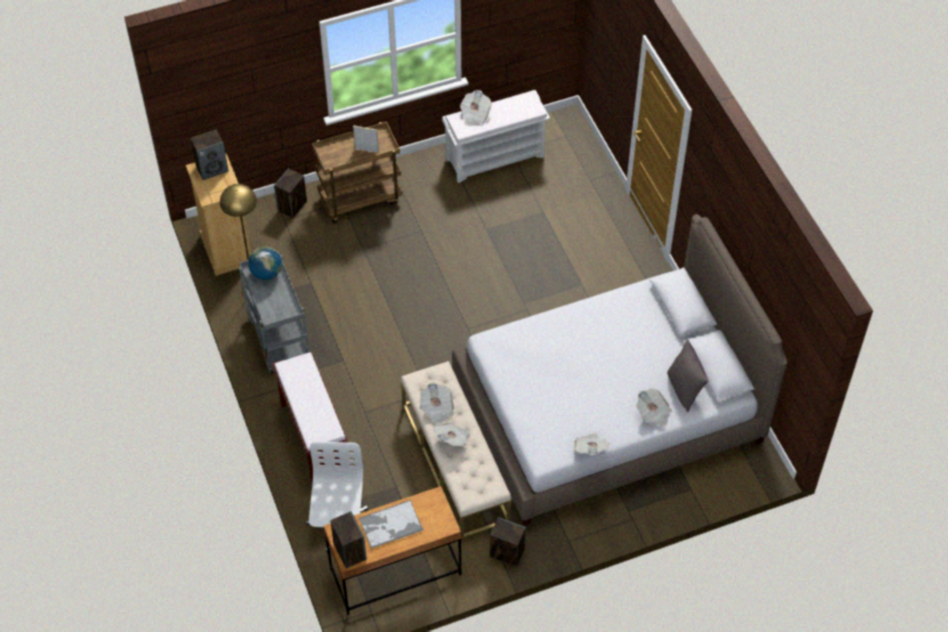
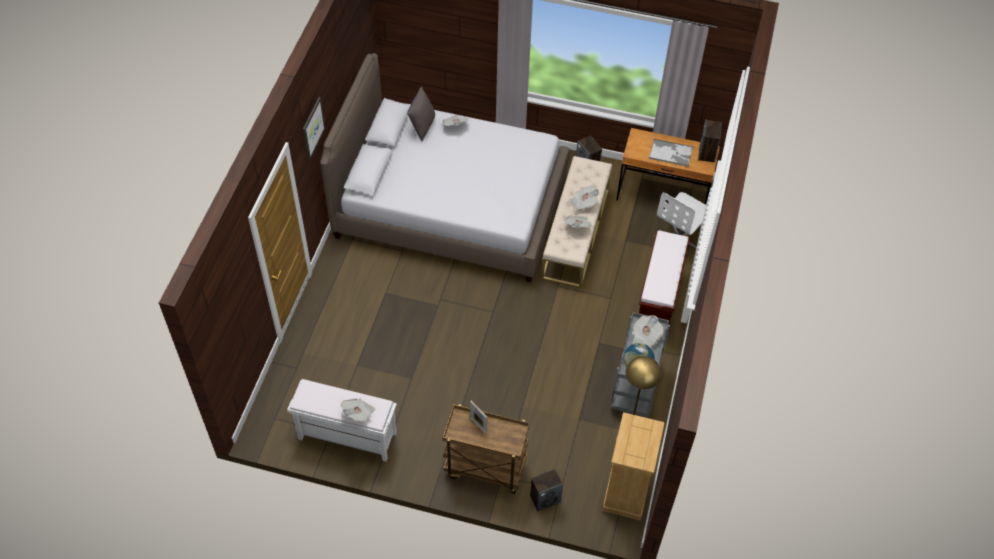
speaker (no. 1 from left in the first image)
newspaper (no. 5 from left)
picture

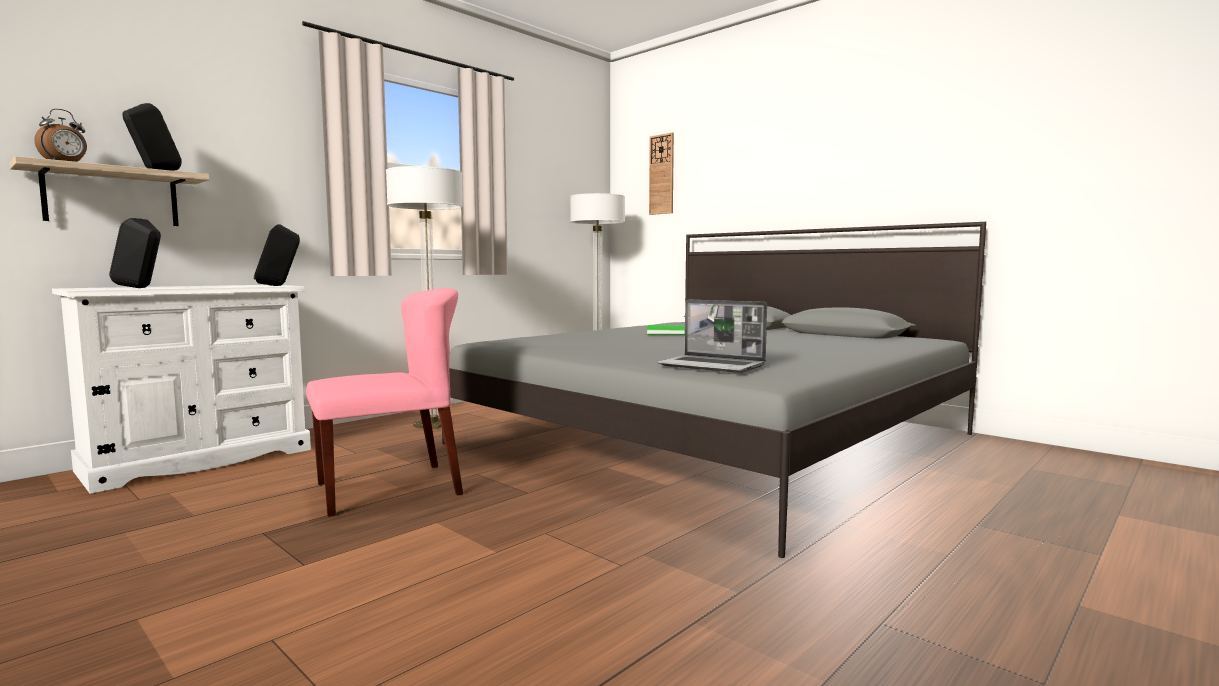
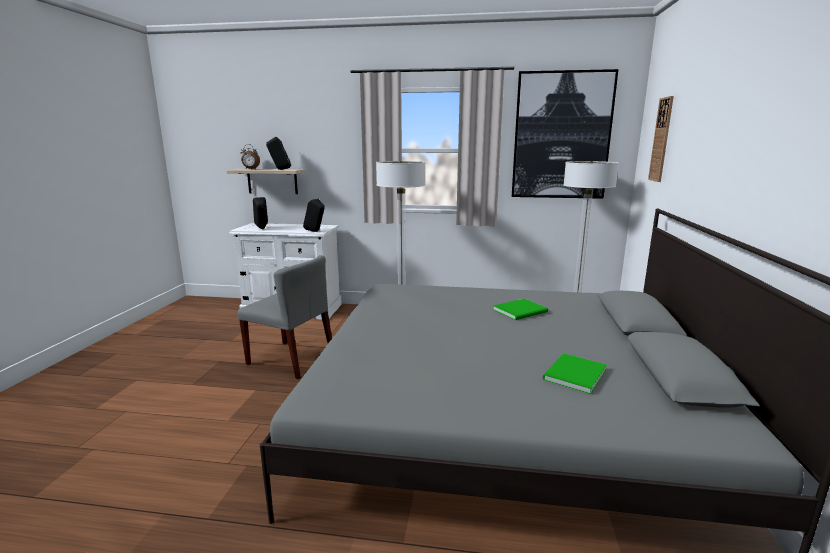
upright chair in gray
portable computer
picture
bound book in green-coloured (no. 2 from left)

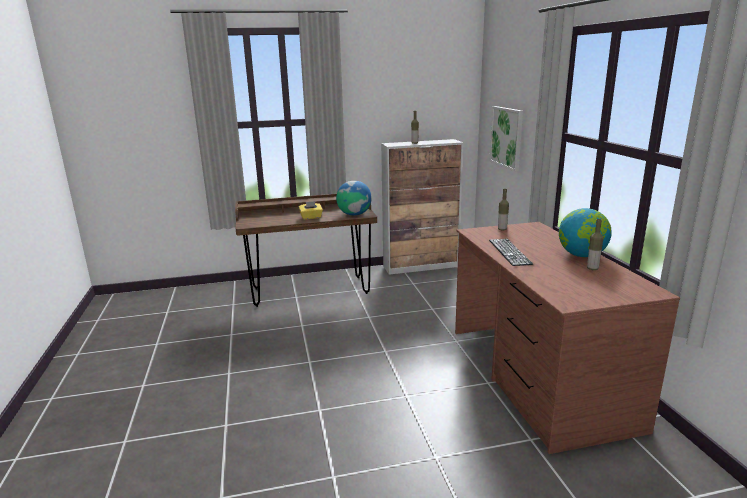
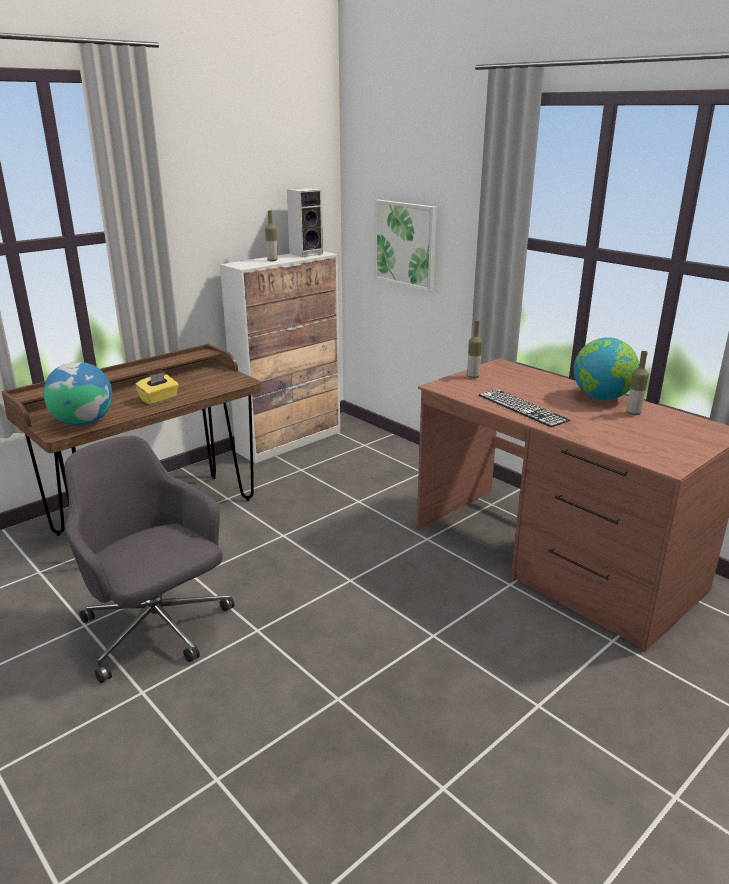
desk globe (no. 1 from left)
speaker
office chair in gray

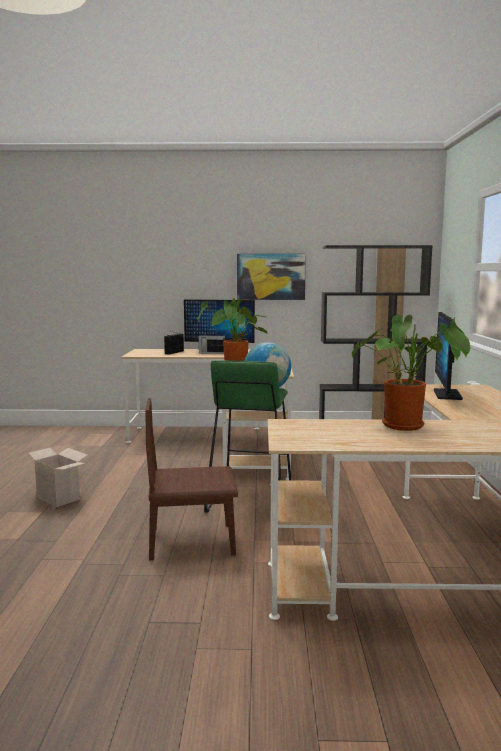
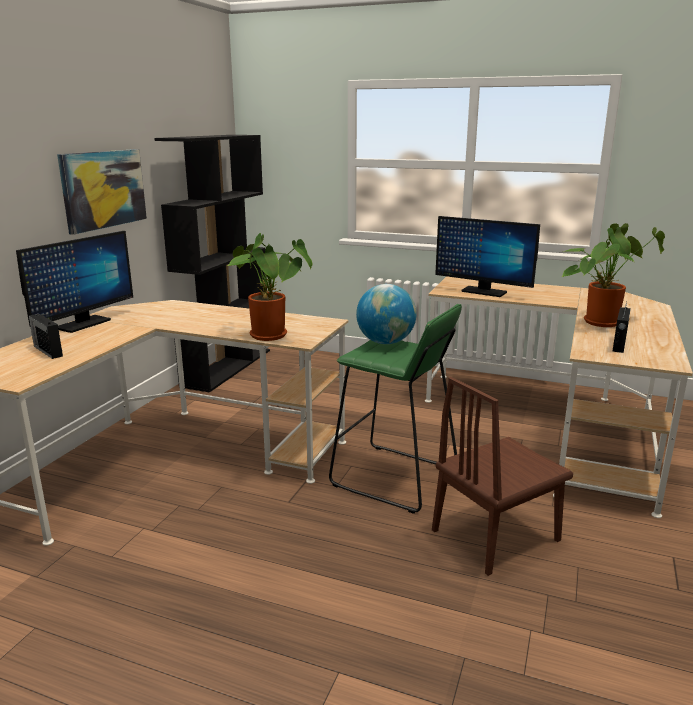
radio (no. 2 from left)
upright chair in brown
packing box

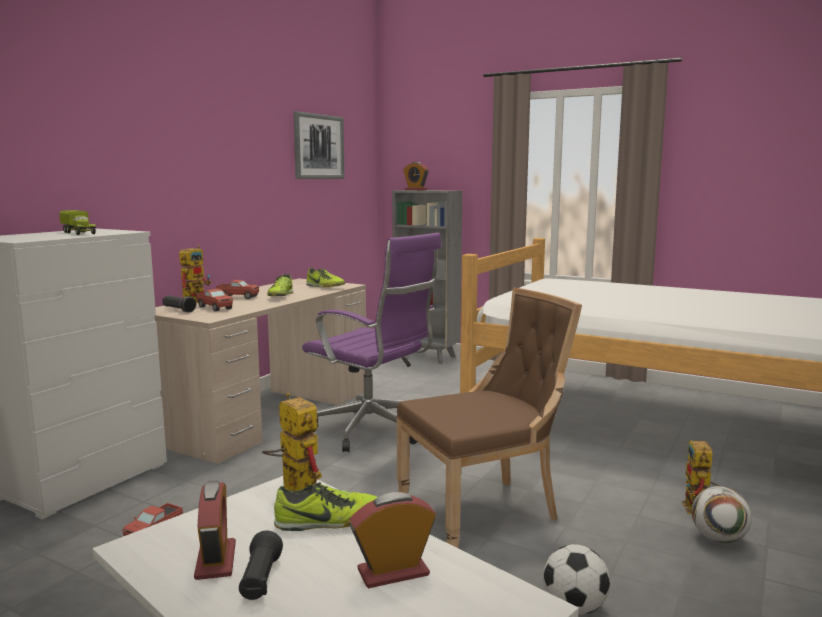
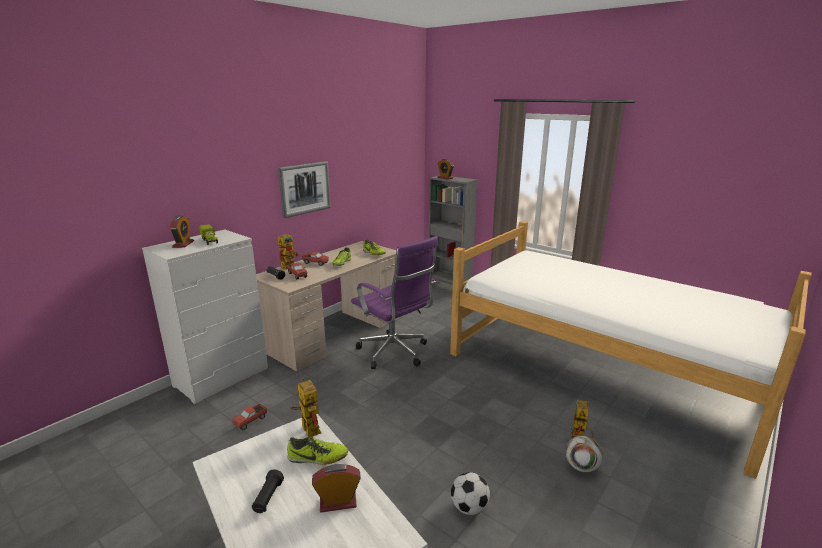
picture
upright chair in brown
table clock (no. 1 from left)

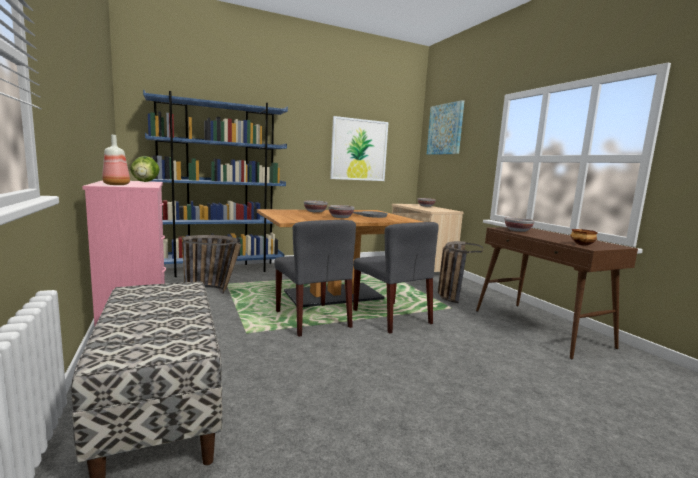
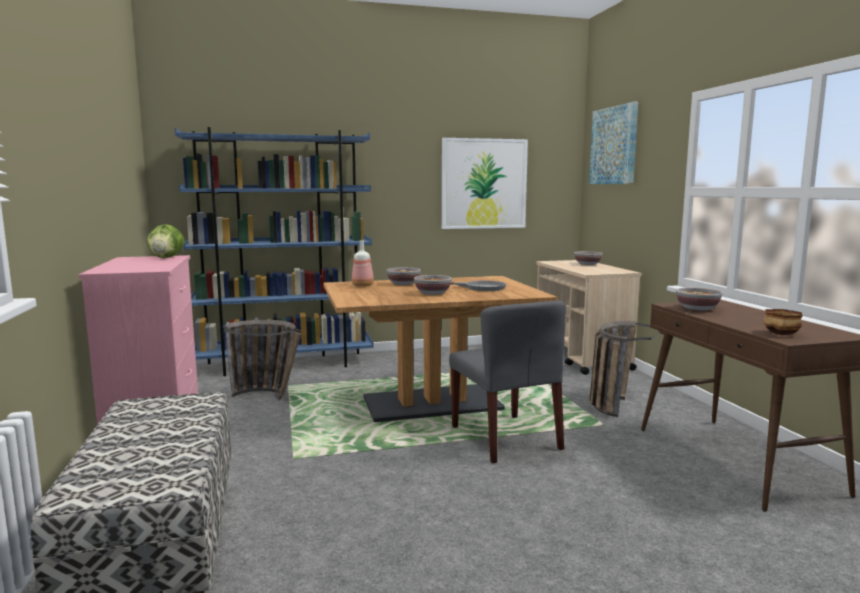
beverage bottle
upright chair in gray (no. 1 from left in the first image)

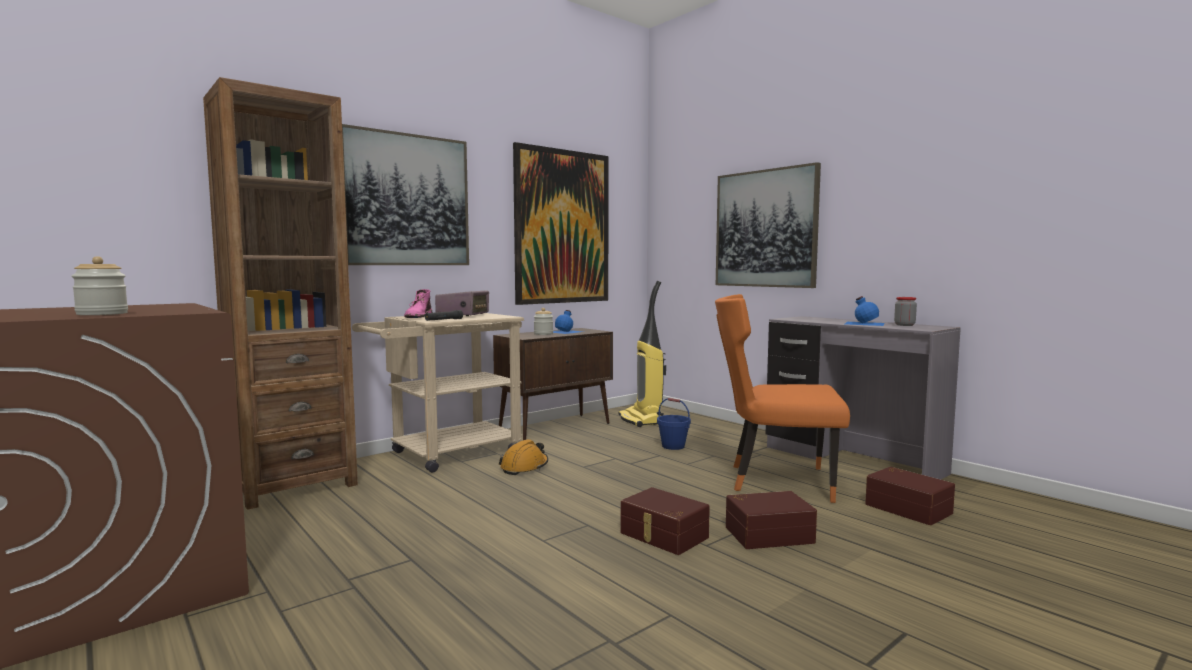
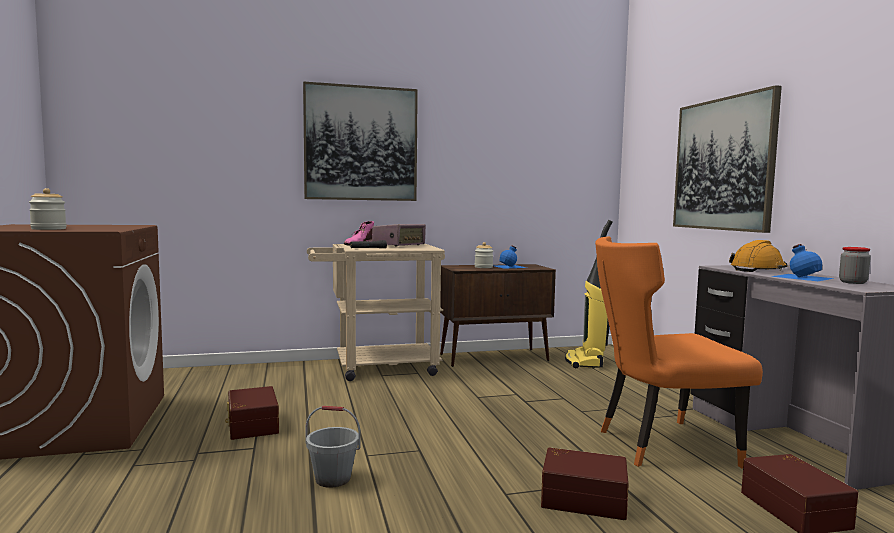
bookshelf in brown
picture (no. 2 from left in the first image)
upright chair in orange-coloured
bucket in blue
work helmet in orange-coloured
storage box in brown (no. 1 from left)
bucket in gray

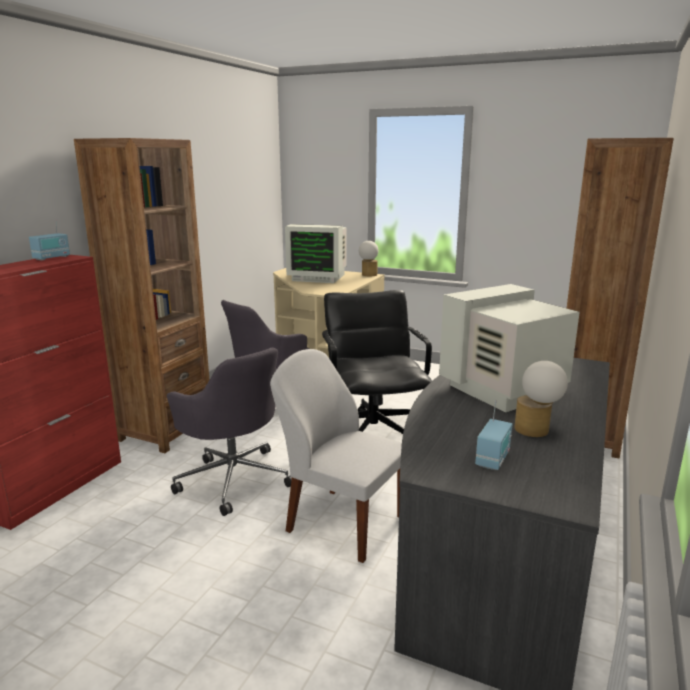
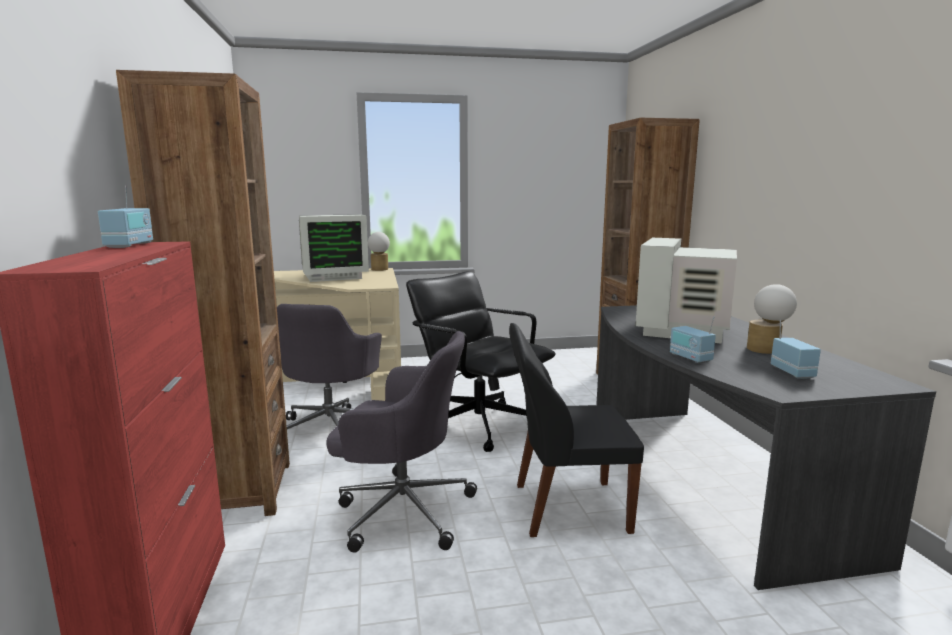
upright chair in black
radio (no. 2 from left)

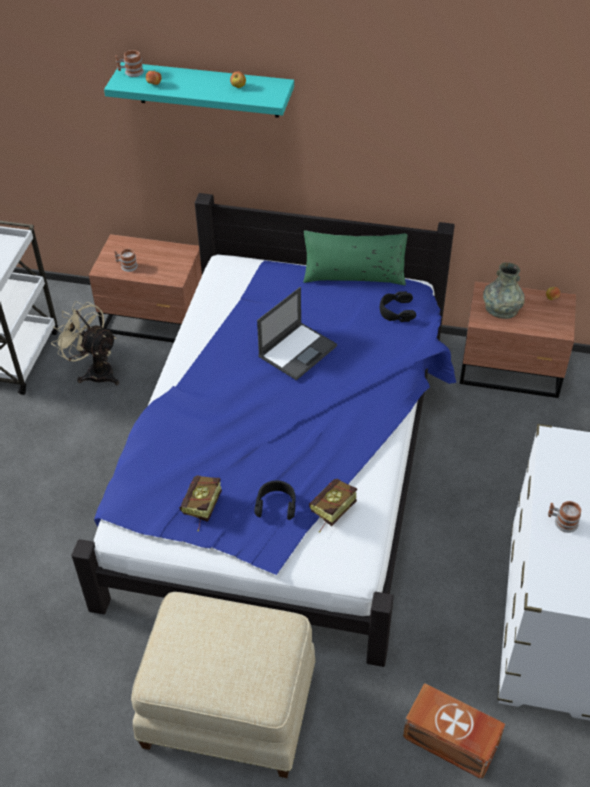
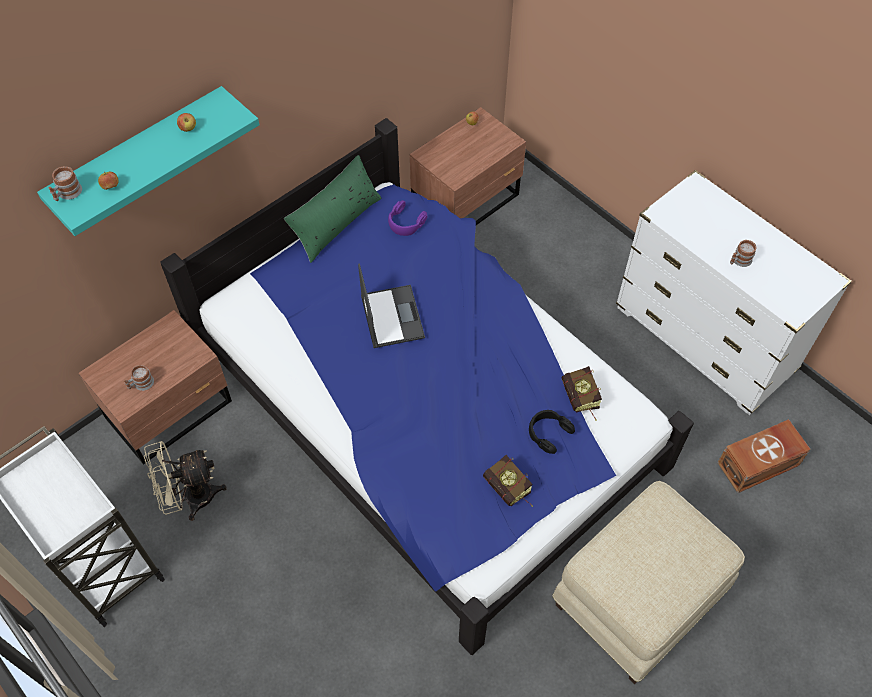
vase in gray
pair of headphones in purplish

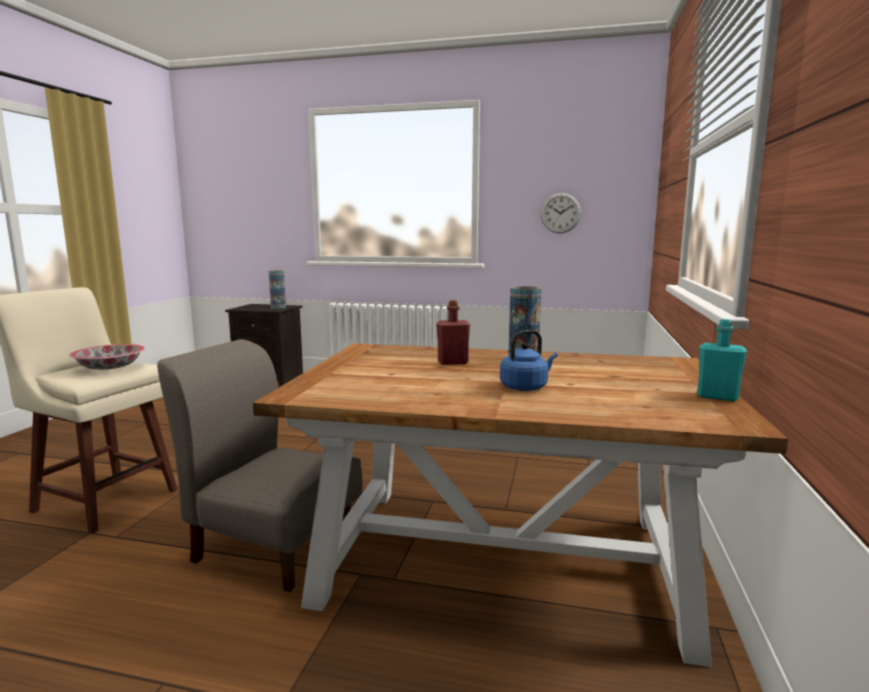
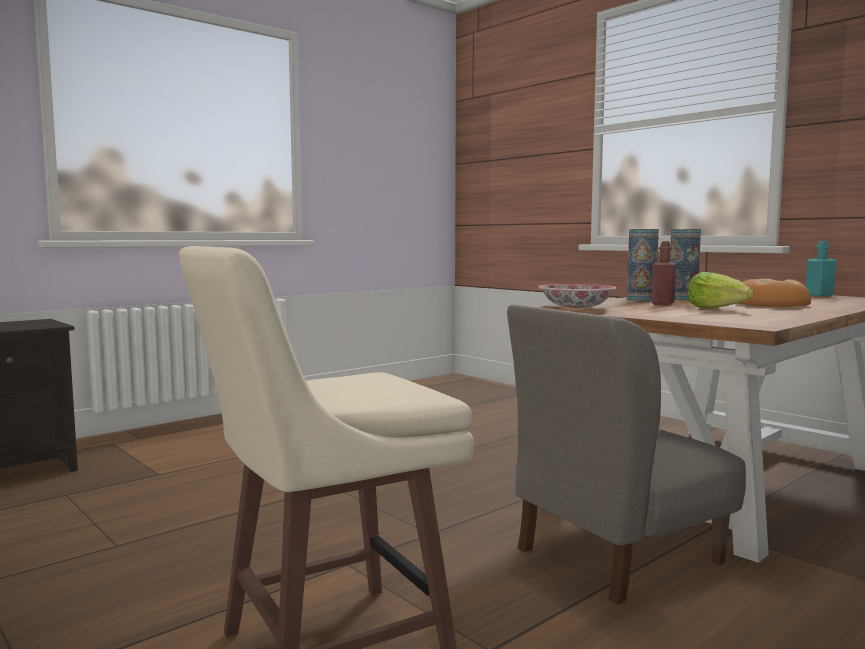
wall clock
vase (no. 1 from left)
baked bread
serving bowl
lettuce head

